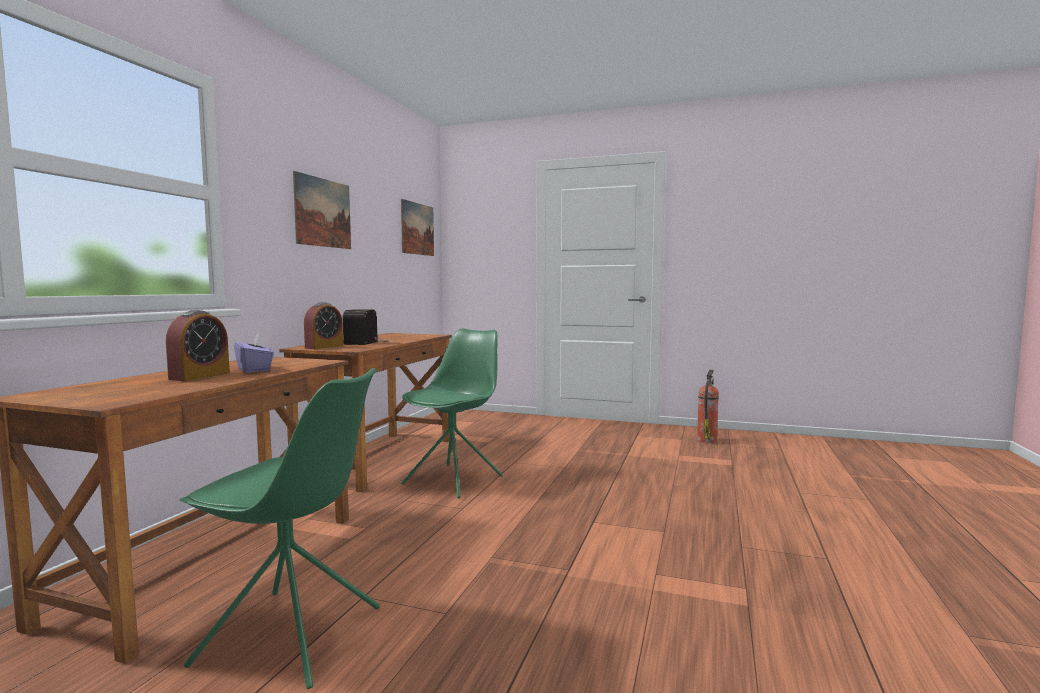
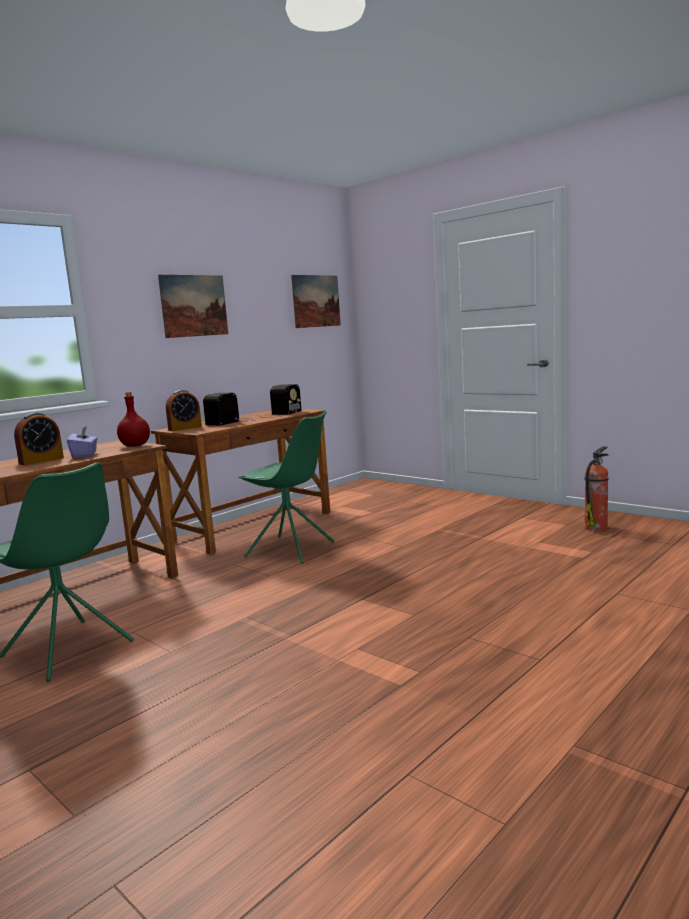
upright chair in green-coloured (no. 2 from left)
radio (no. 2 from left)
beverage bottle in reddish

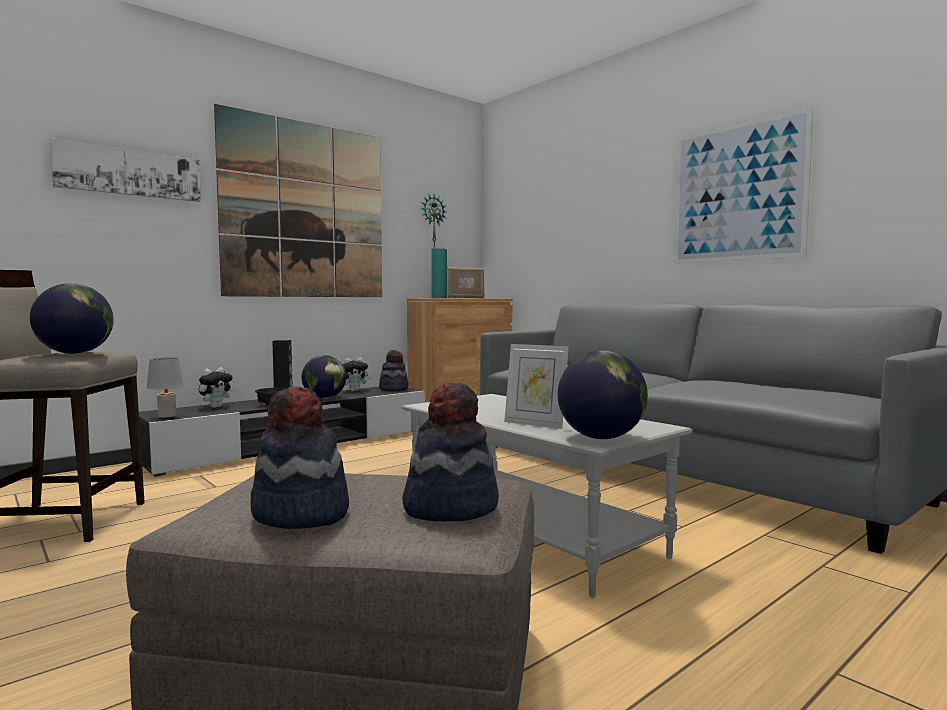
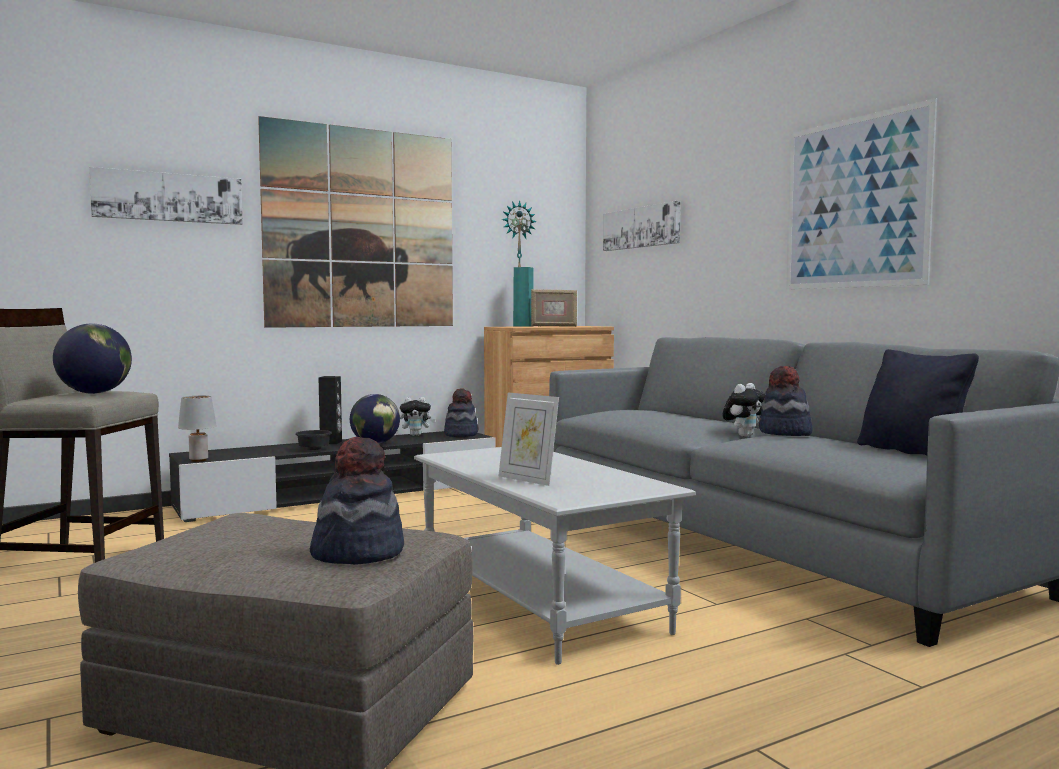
desk globe (no. 3 from left in the first image)
cuddly toy (no. 2 from left)
hat (no. 3 from left)
picture (no. 3 from left)
throw pillow in black

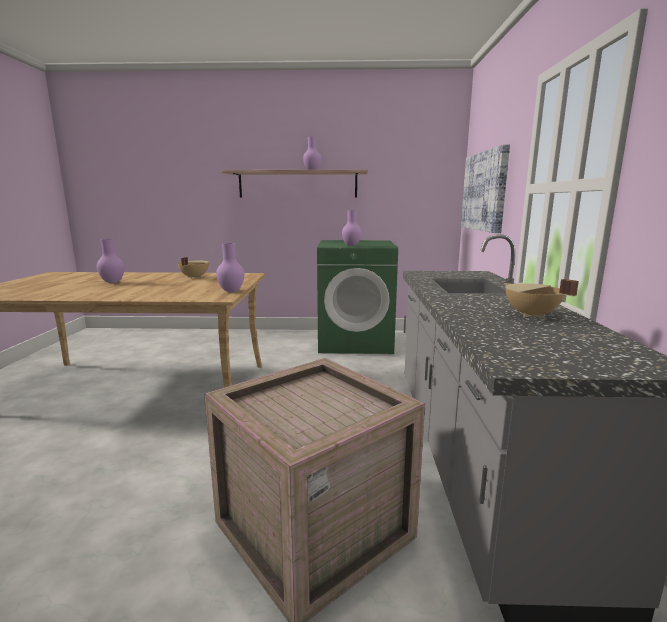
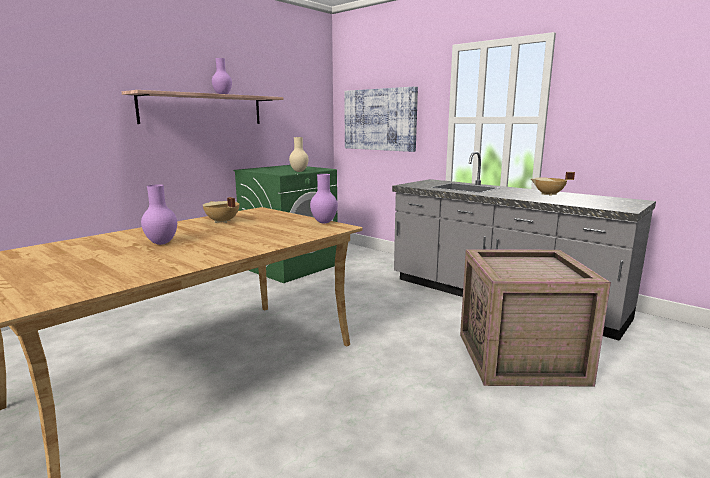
vase in beige-coloured

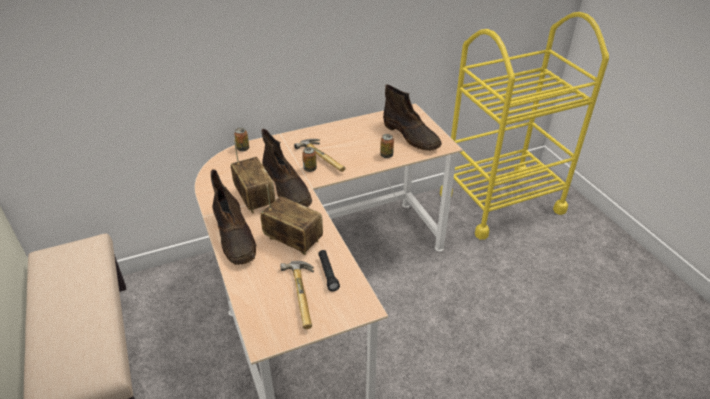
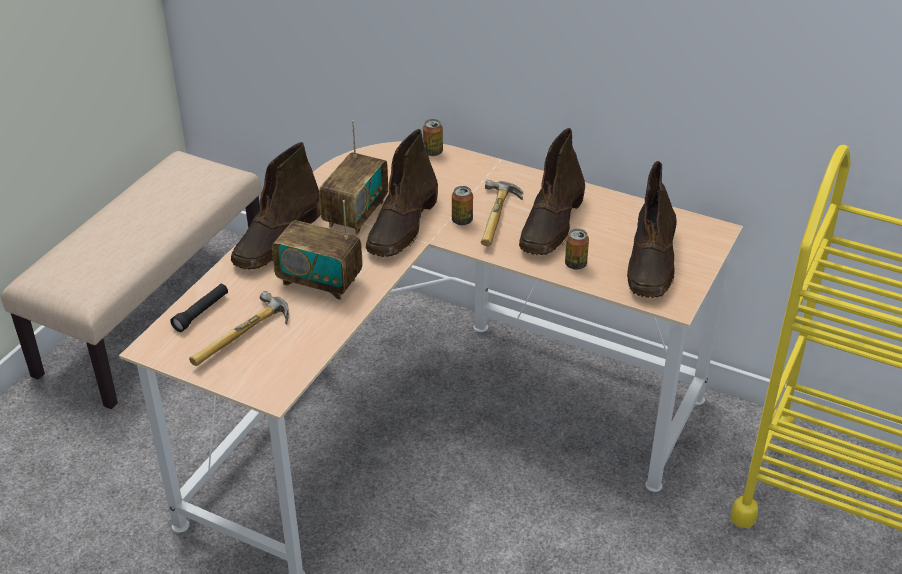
radio (no. 1 from left)
torch in black
high-top boot in brown (no. 3 from left)

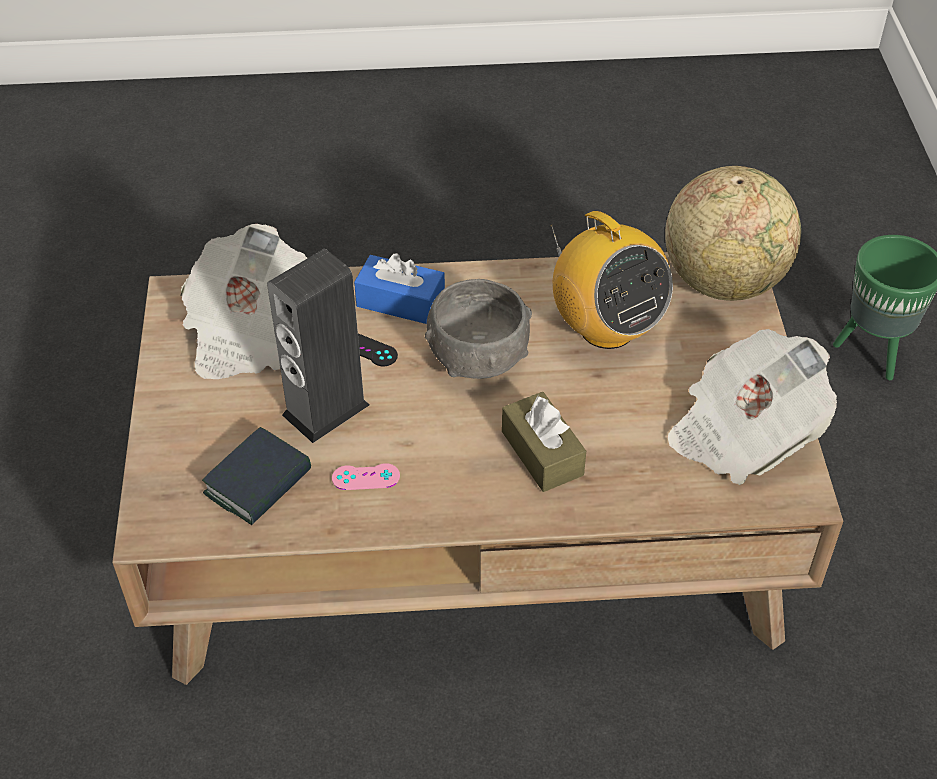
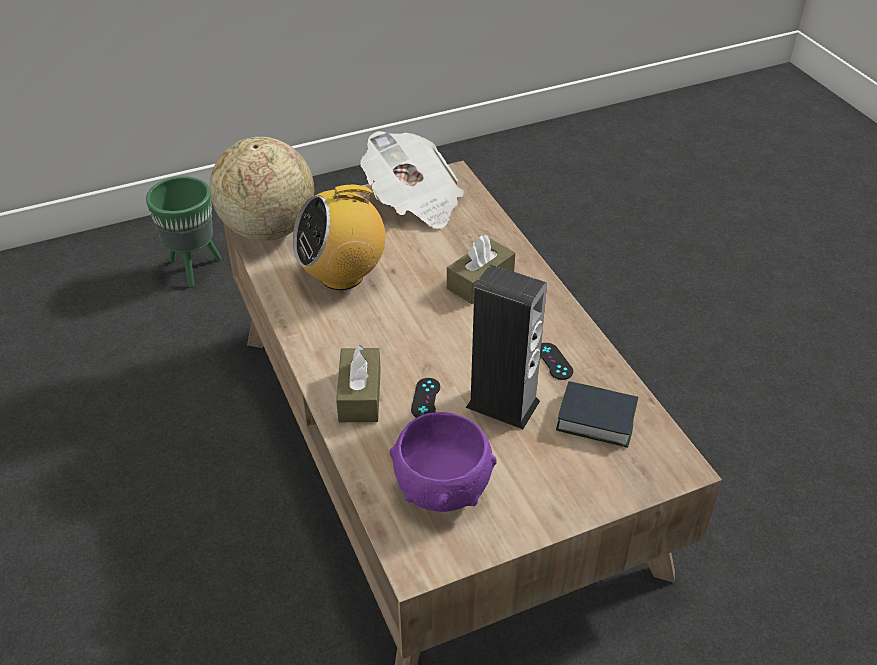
radio
serving bowl in purplish
tissue holder in brown (no. 1 from left)
serving bowl in gray
game controller in black (no. 2 from left)

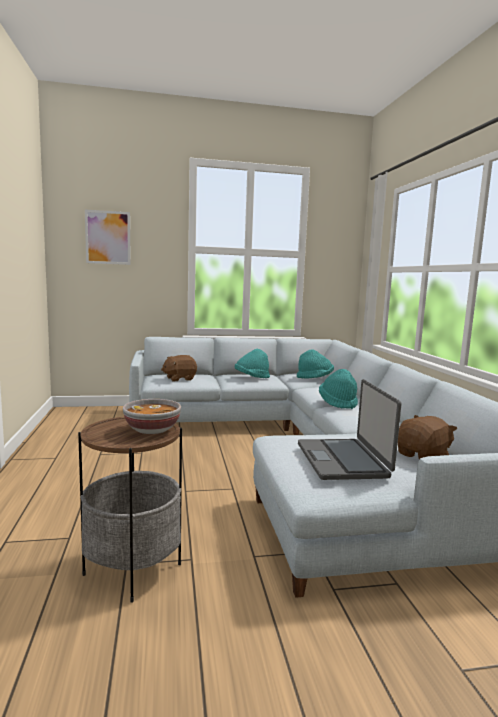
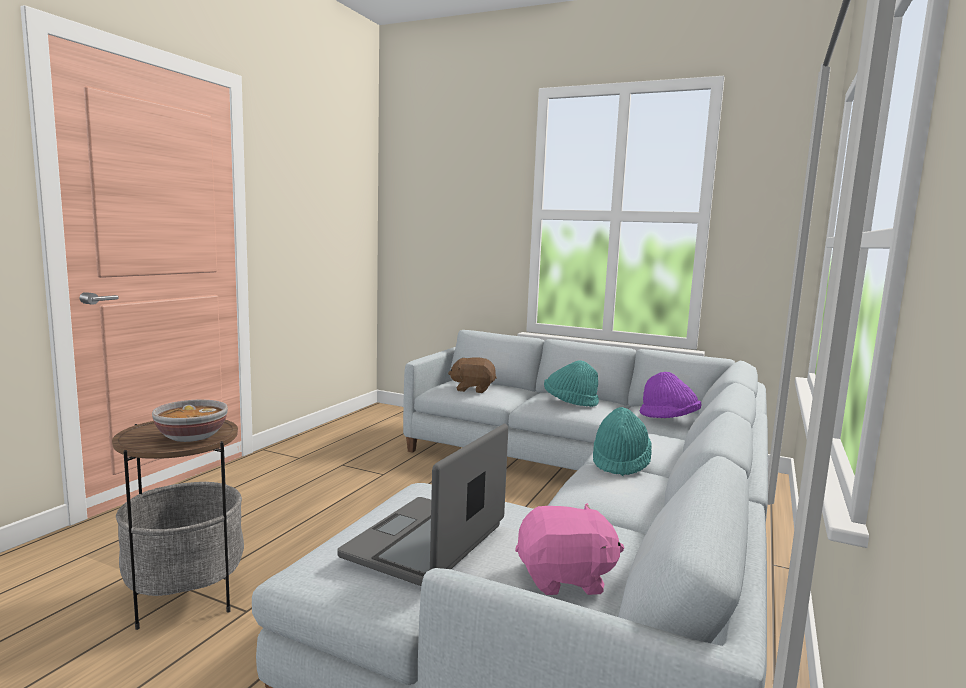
picture
hat in purplish
cuddly toy in pinkish

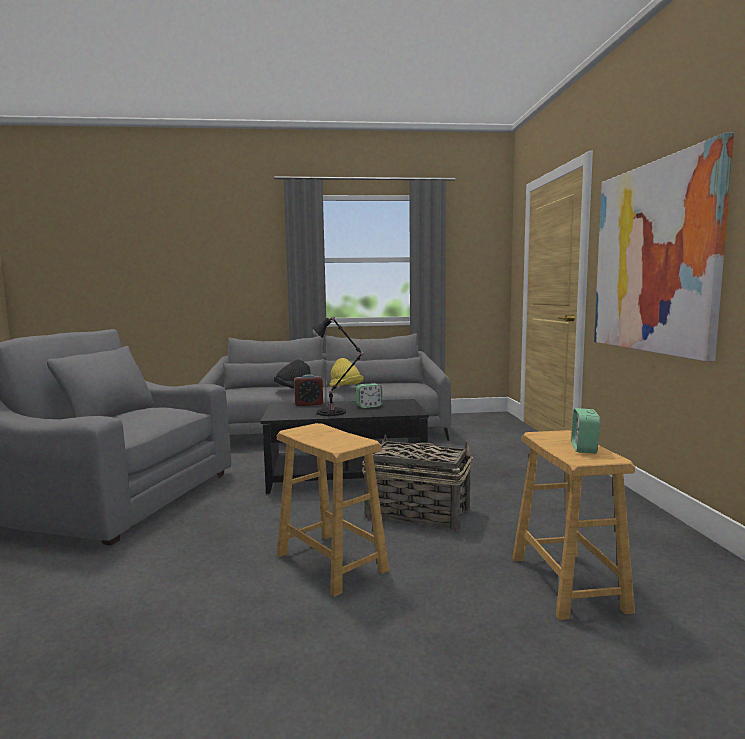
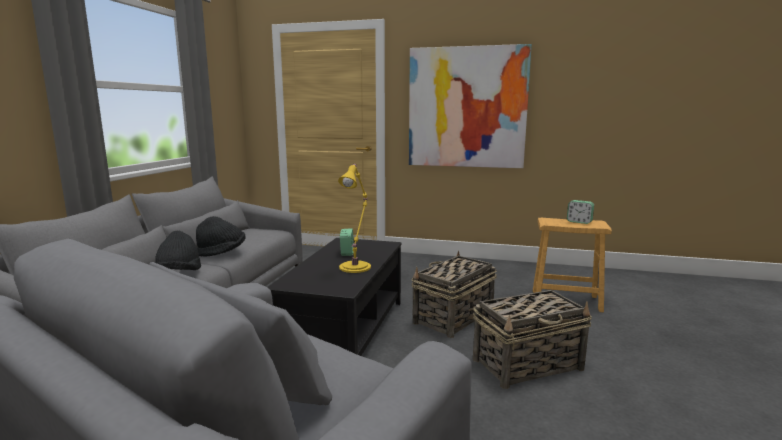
table lamp in yellow-coloured
hat in black (no. 2 from left)
table clock (no. 1 from left in the first image)
household basket (no. 2 from left)

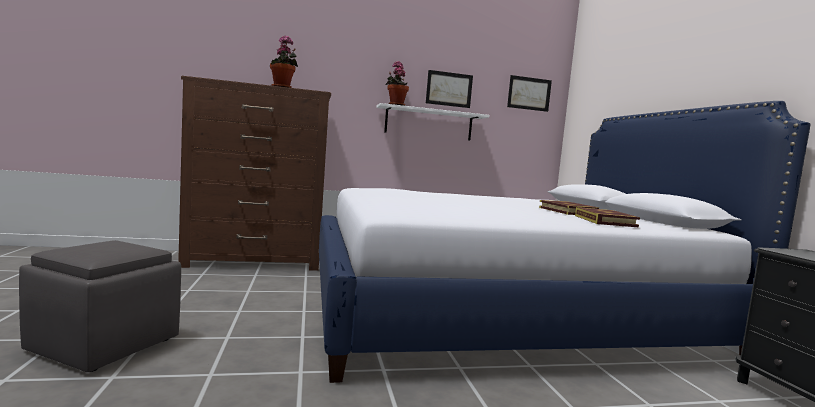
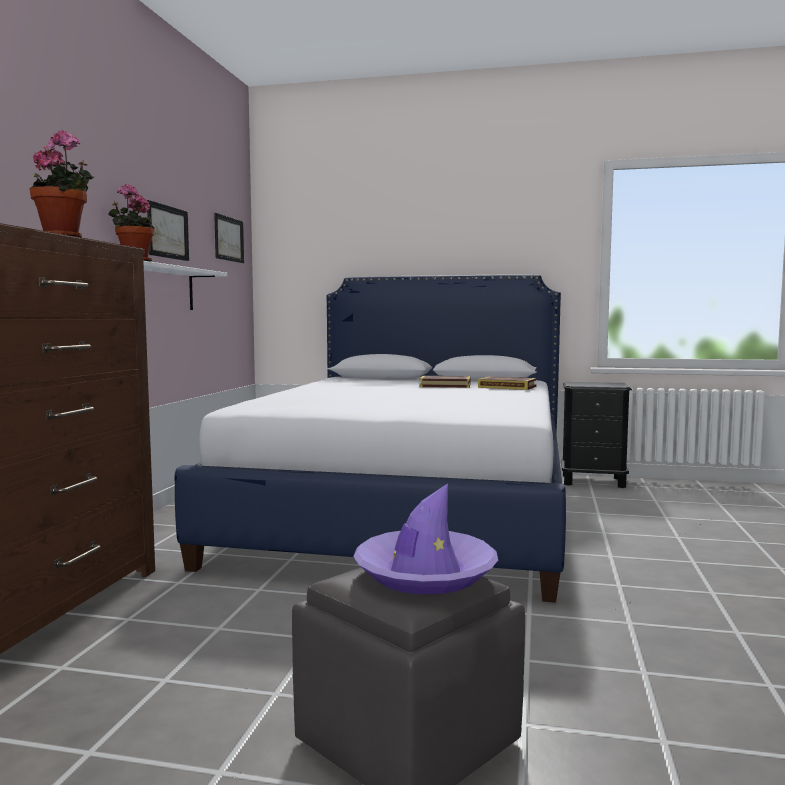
hat in purplish

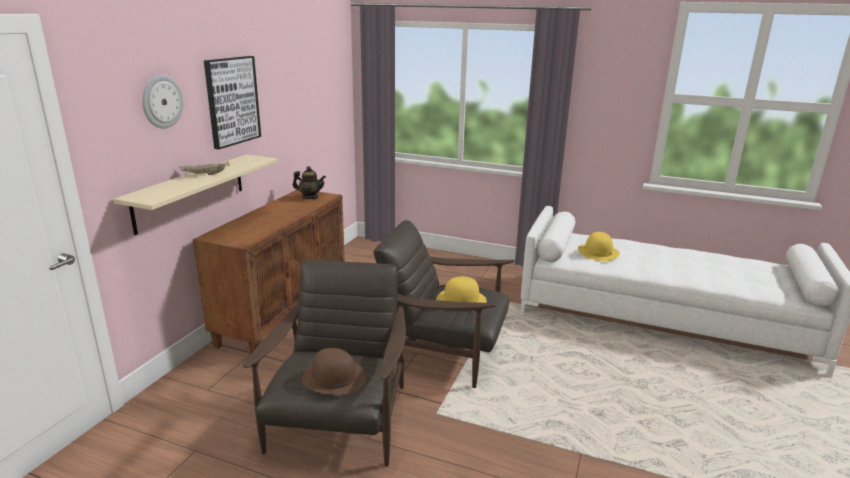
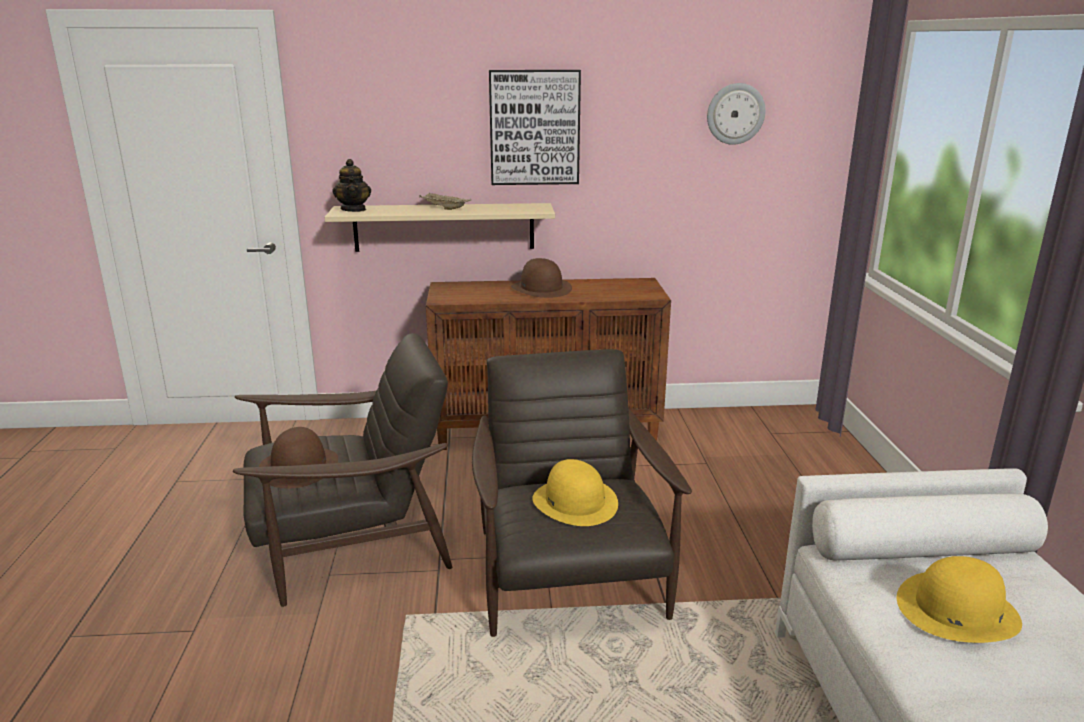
wall clock
pot for tea
hat in brown (no. 2 from left)

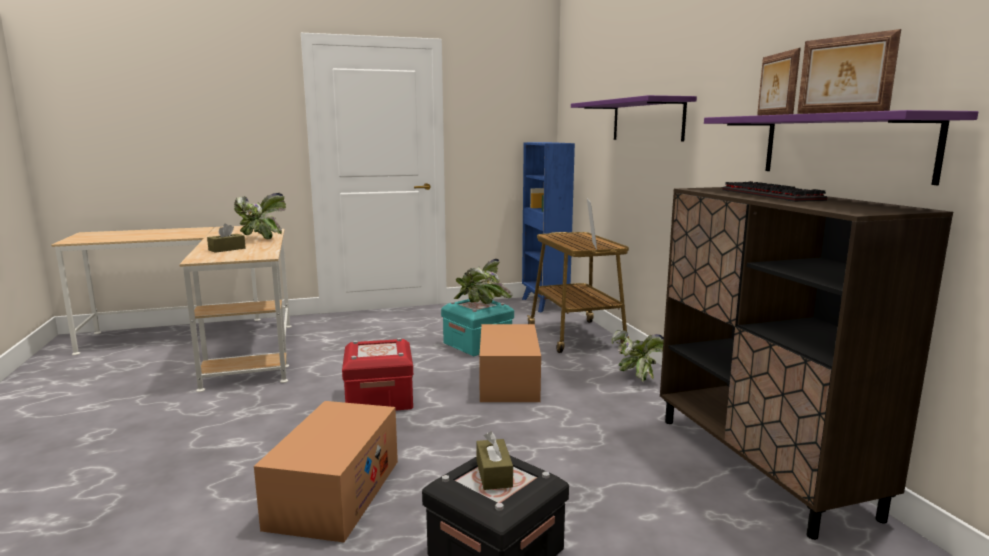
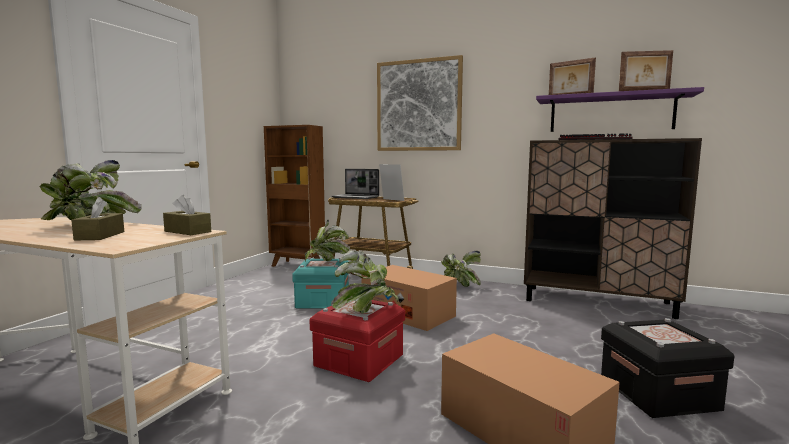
picture
bookshelf in brown
tissue holder in brown (no. 2 from left)
portable computer
plant in a pot (no. 3 from left)

